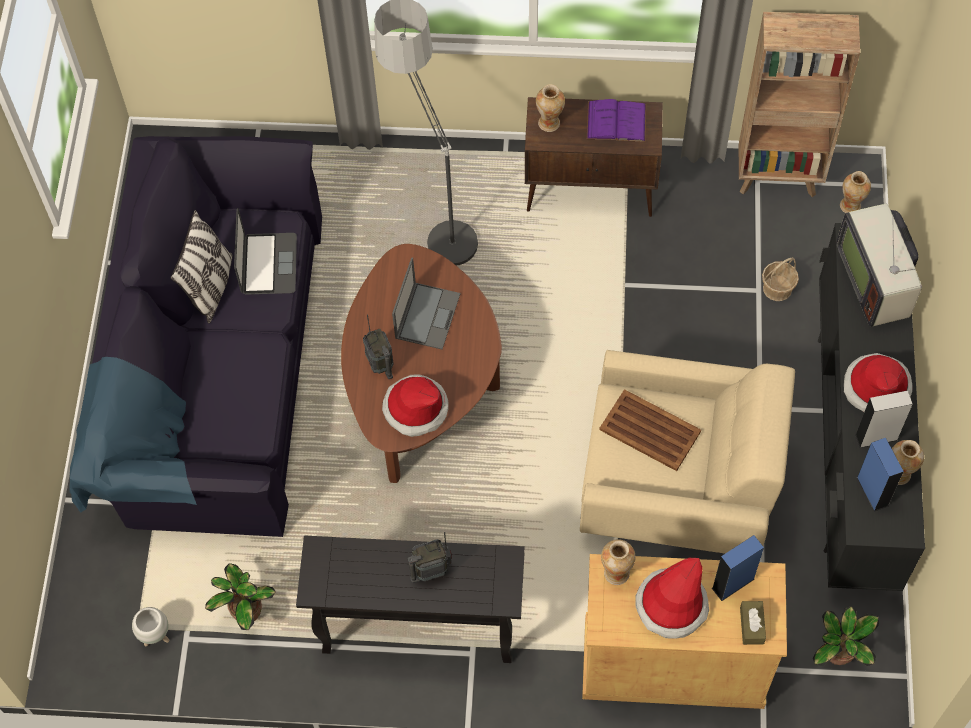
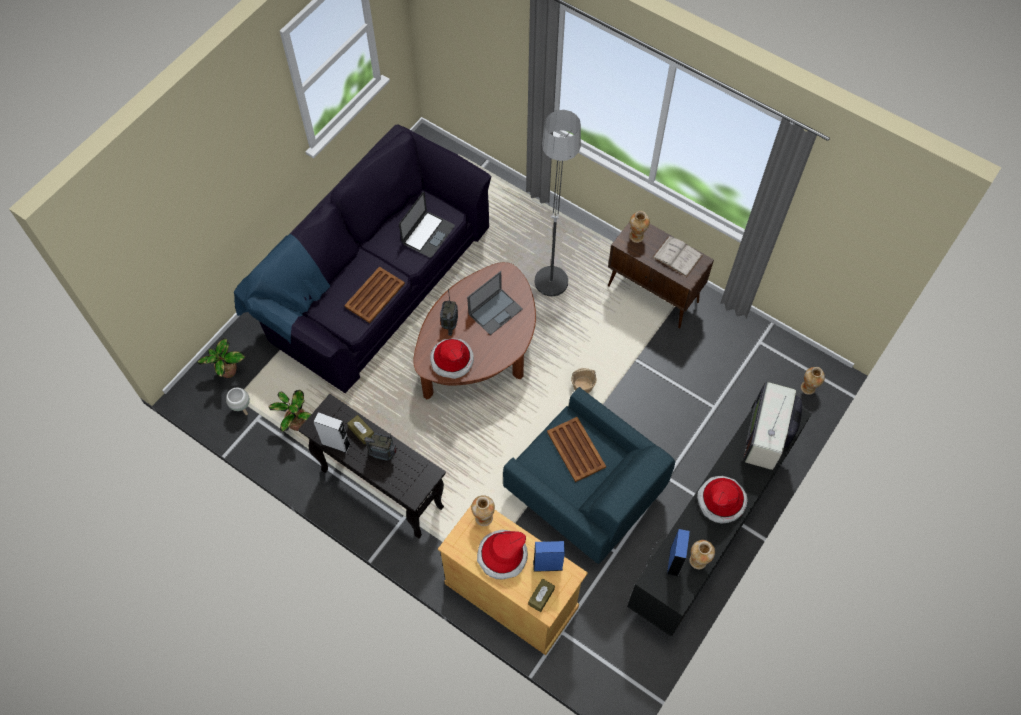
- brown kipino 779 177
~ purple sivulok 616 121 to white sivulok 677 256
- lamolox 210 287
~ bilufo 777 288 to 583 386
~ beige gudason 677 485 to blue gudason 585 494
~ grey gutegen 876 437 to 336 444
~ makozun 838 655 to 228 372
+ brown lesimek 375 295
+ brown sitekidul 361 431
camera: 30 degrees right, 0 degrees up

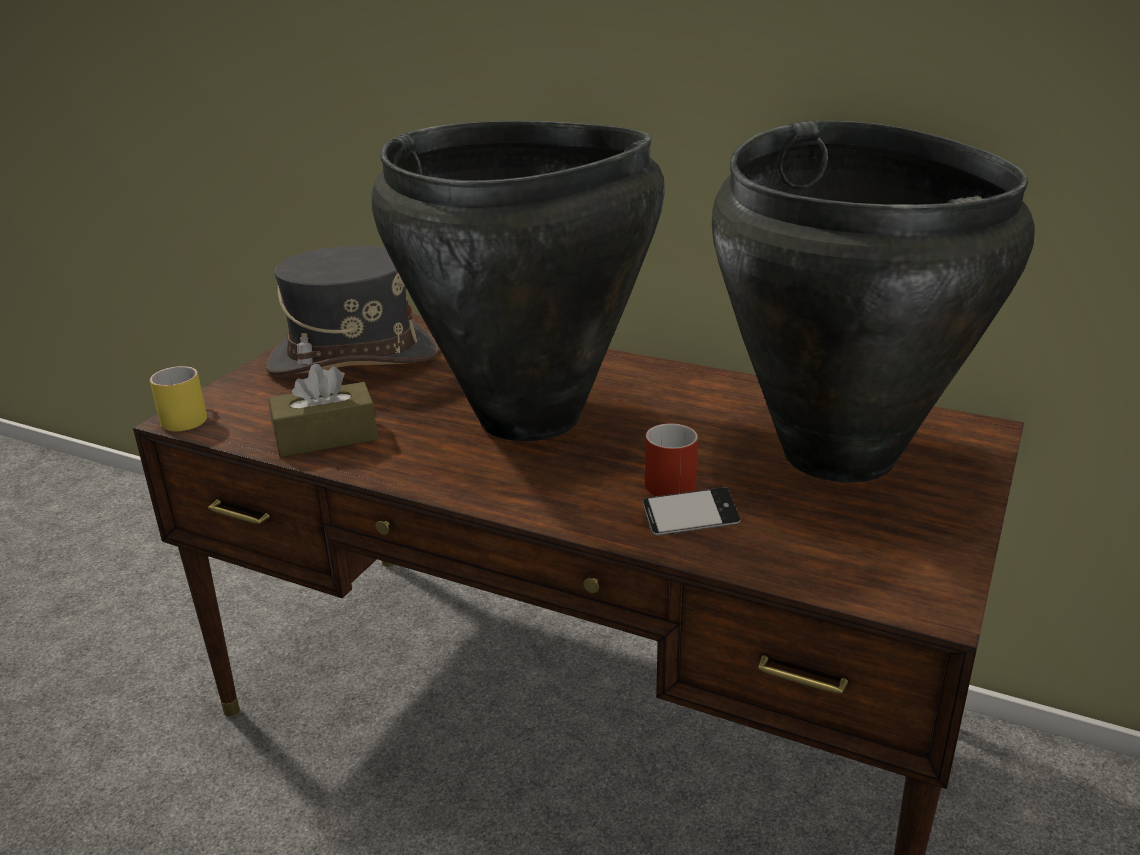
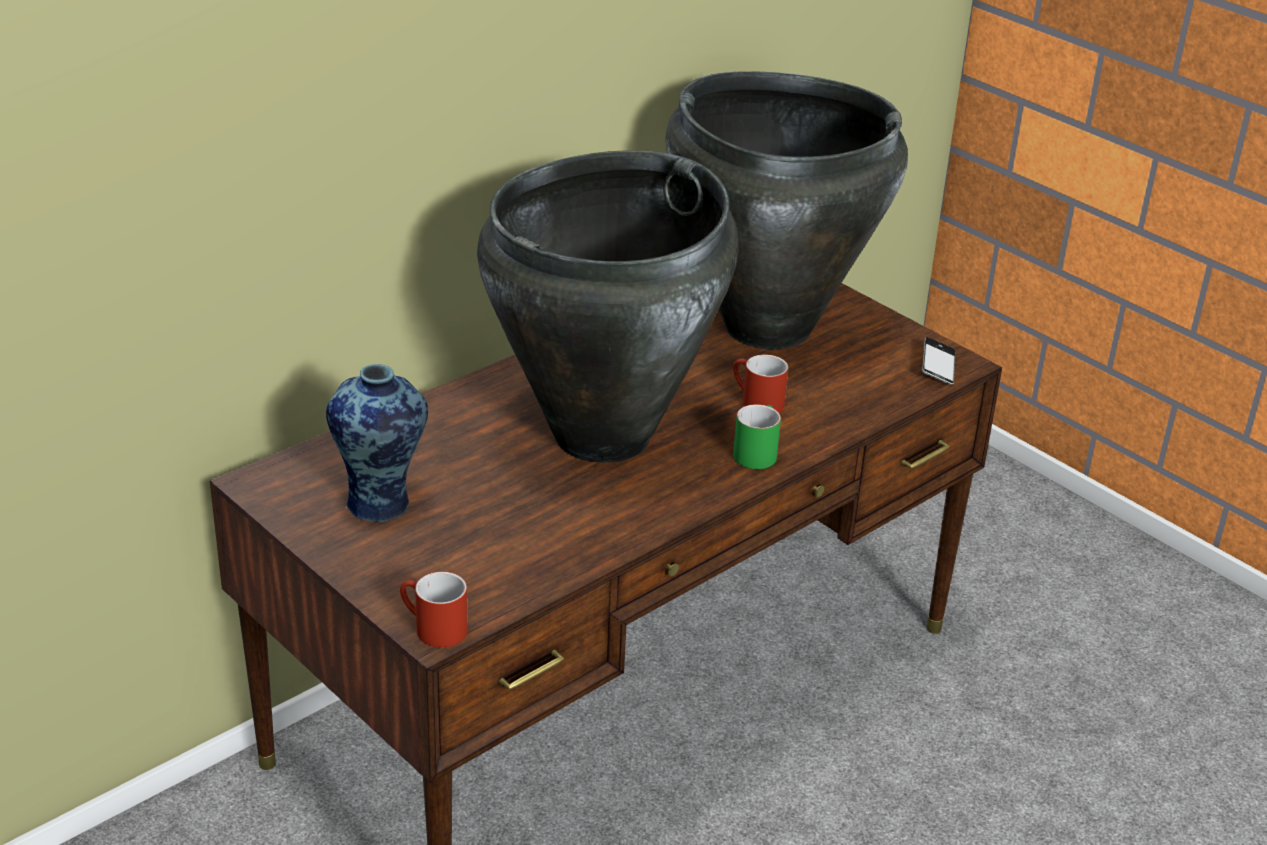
~ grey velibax 353 359 to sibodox 381 504
- brown sitekidul 326 437
~ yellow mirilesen 186 416 to red mirilesen 432 629
~ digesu 690 518 to 937 366
+ green mirilesen 756 452
camera: 70 degrees left, 5 degrees up

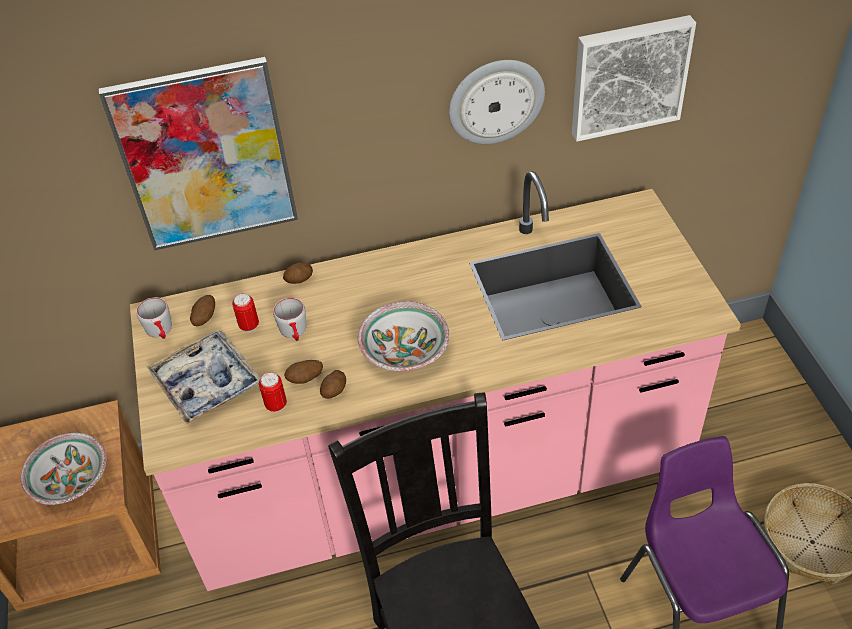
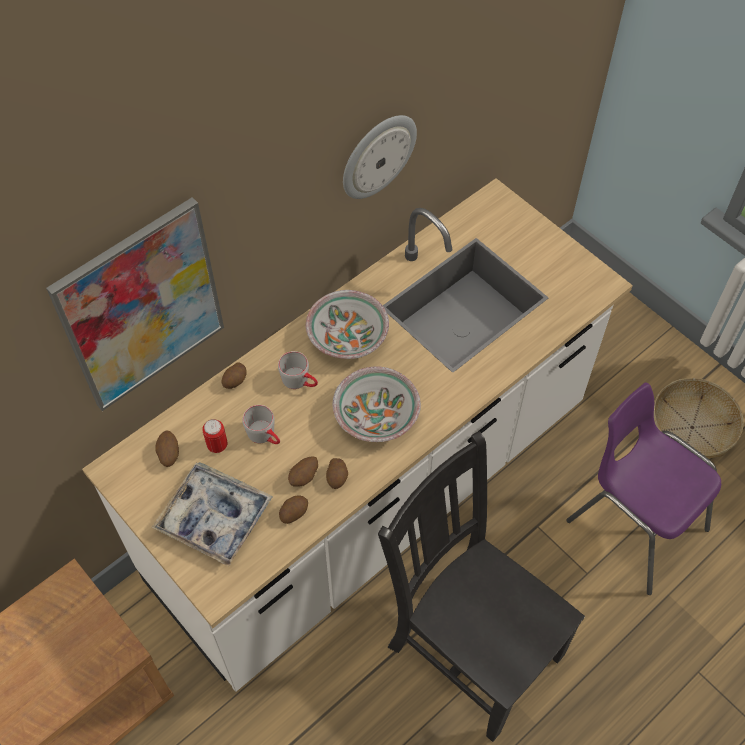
- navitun 628 76
~ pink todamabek 438 476 to white todamabek 372 495
~ grey mirilesen 161 332 to 300 381
~ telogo 276 405 to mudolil 293 512
~ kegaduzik 70 481 to 348 337
camera: 30 degrees left, 10 degrees up

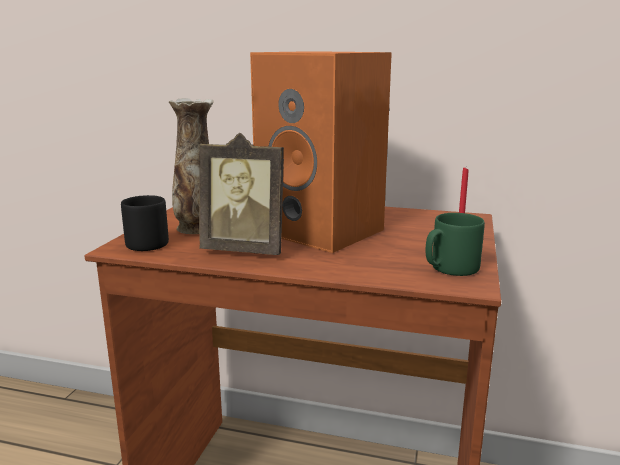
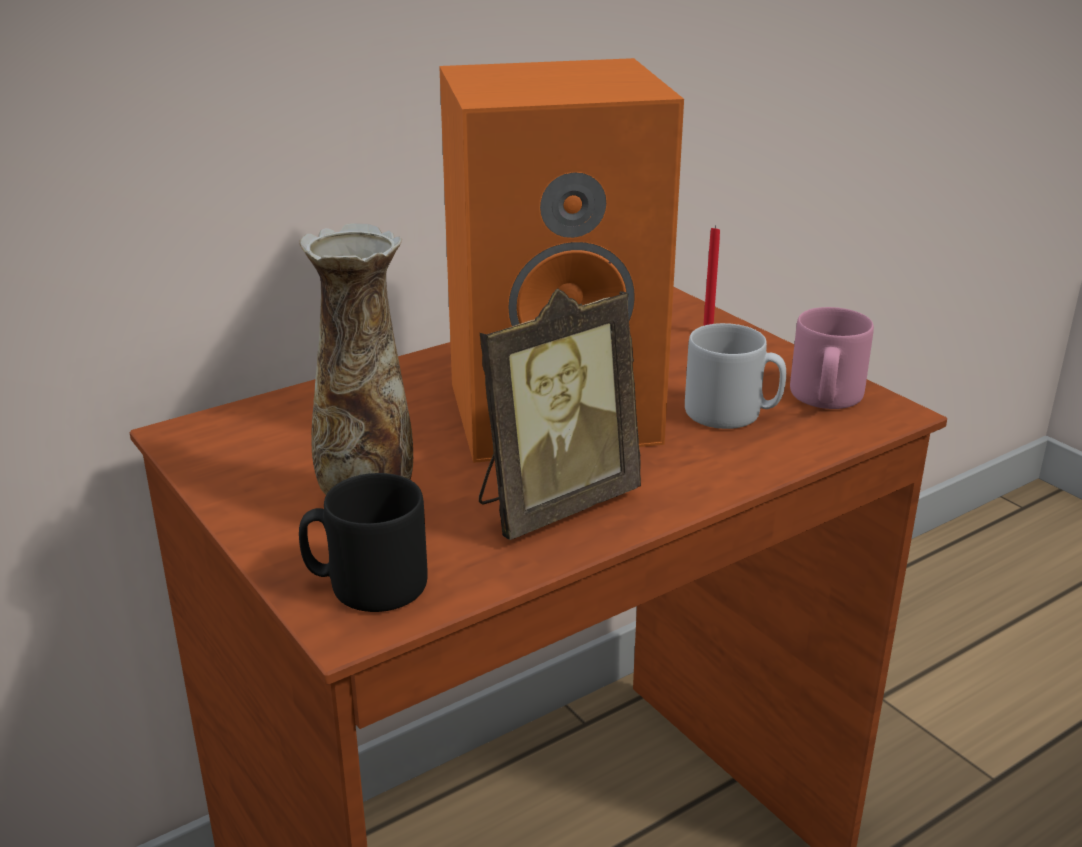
~ green mirilesen 450 268 to pink mirilesen 825 398
+ grey mirilesen 732 414
camera: 50 degrees left, 10 degrees up

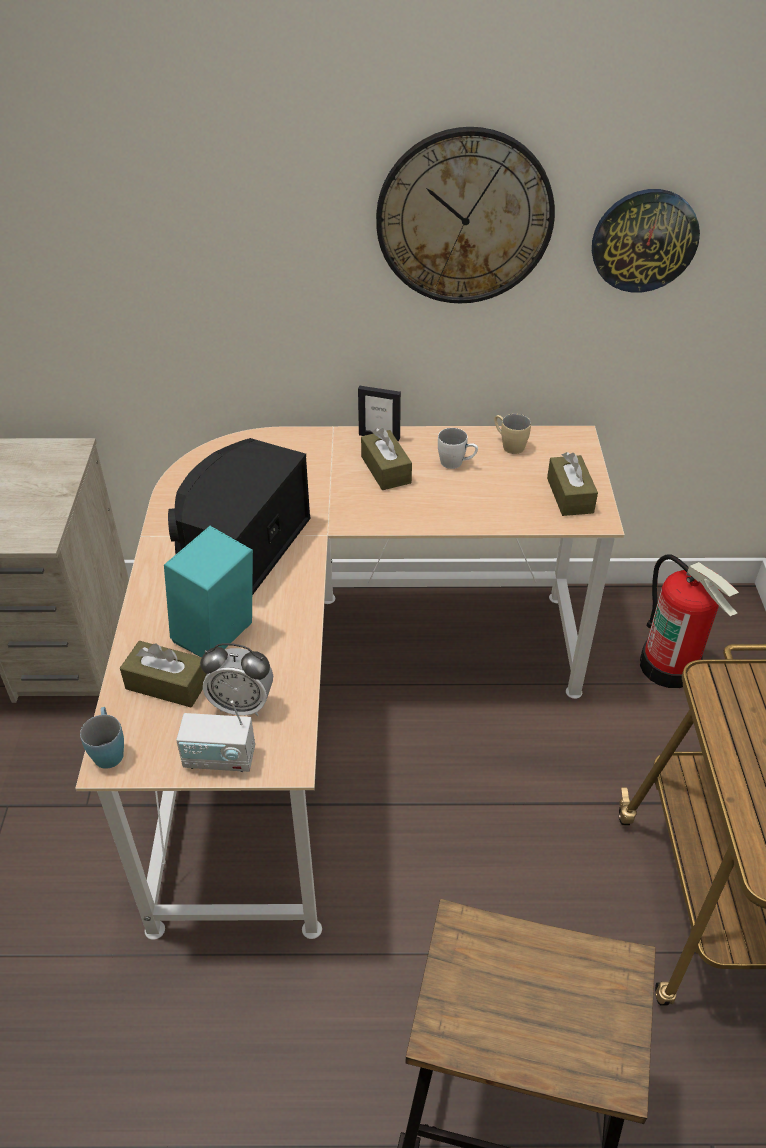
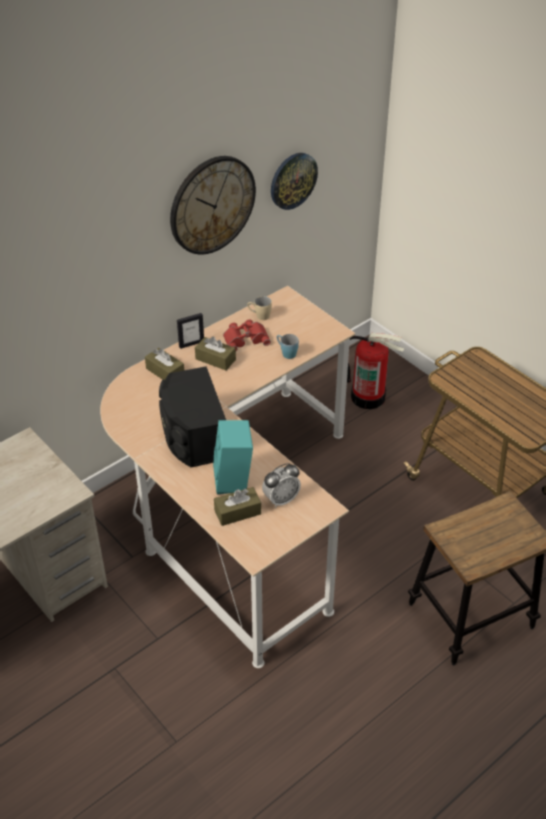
~ white mirilesen 456 463 to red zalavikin 245 338
~ brown sitekidul 570 495 to 165 372
- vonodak 219 759
~ blue mirilesen 108 750 to 286 353
camera: 40 degrees left, 0 degrees up

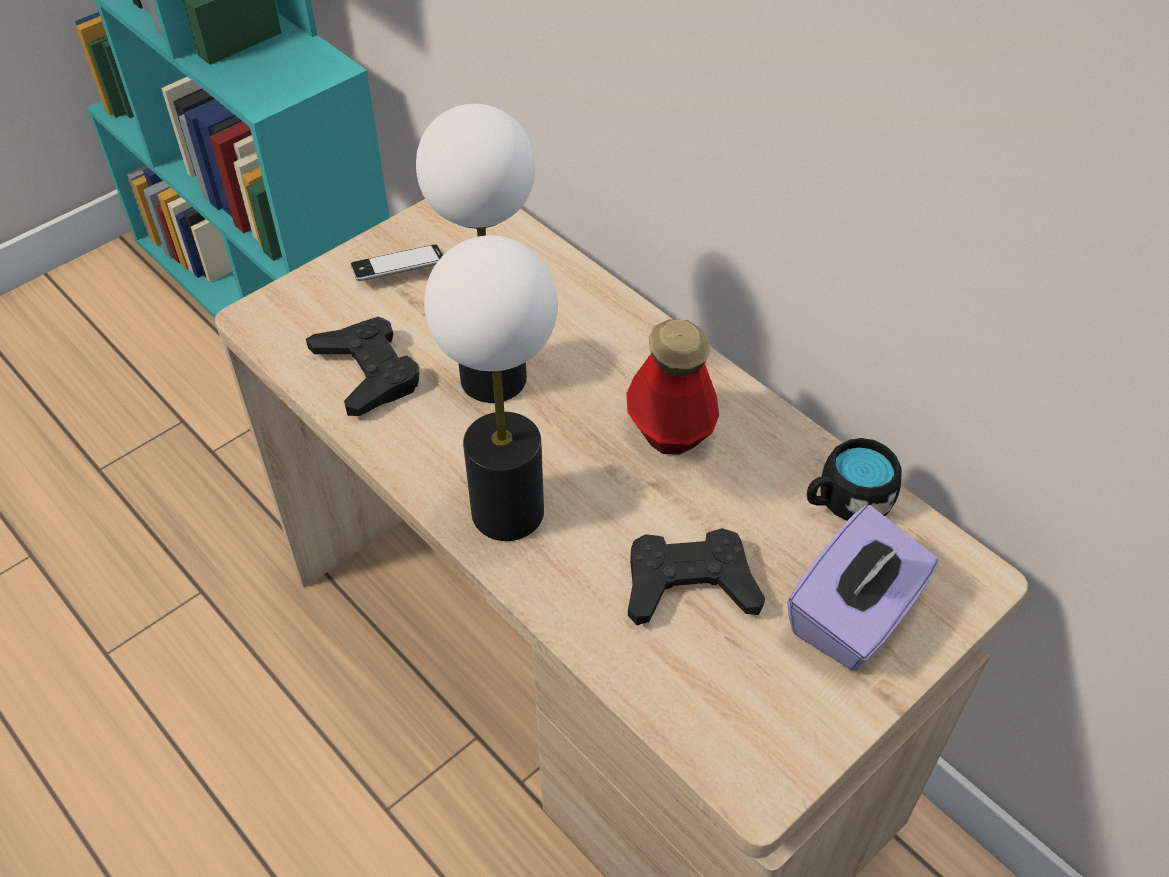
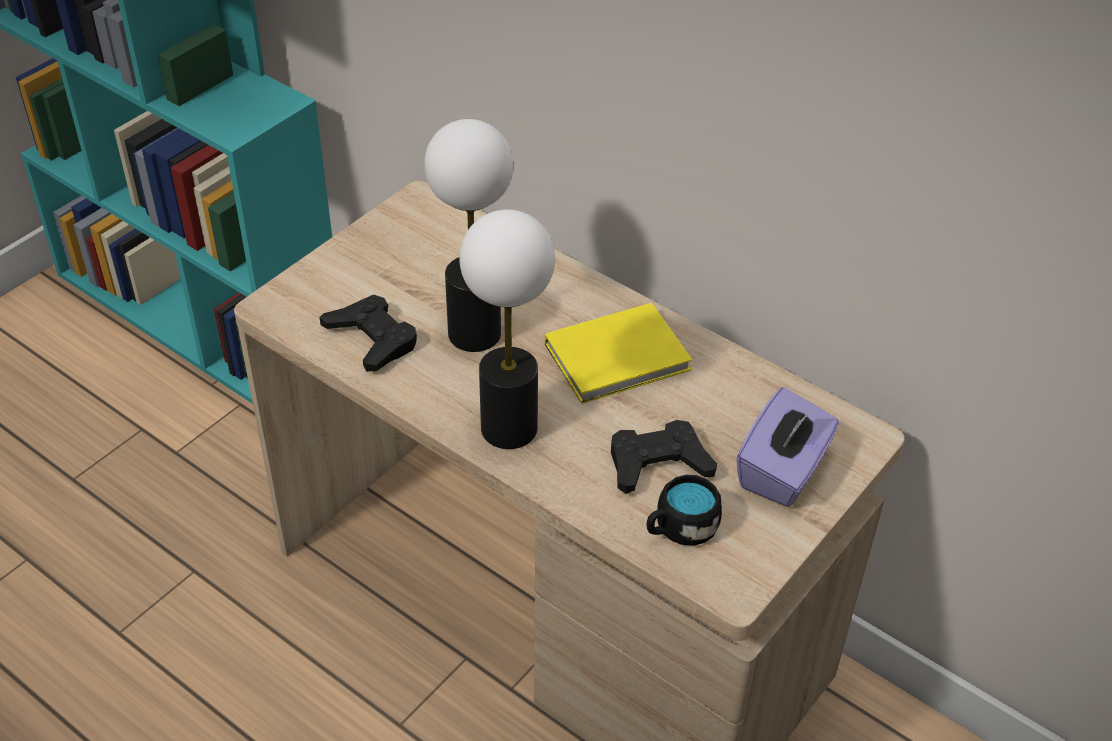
- digesu 398 269
~ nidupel 670 430 to yellow sivulok 621 357
~ black mirilesen 846 501 to 679 529
camera: 10 degrees left, 5 degrees down

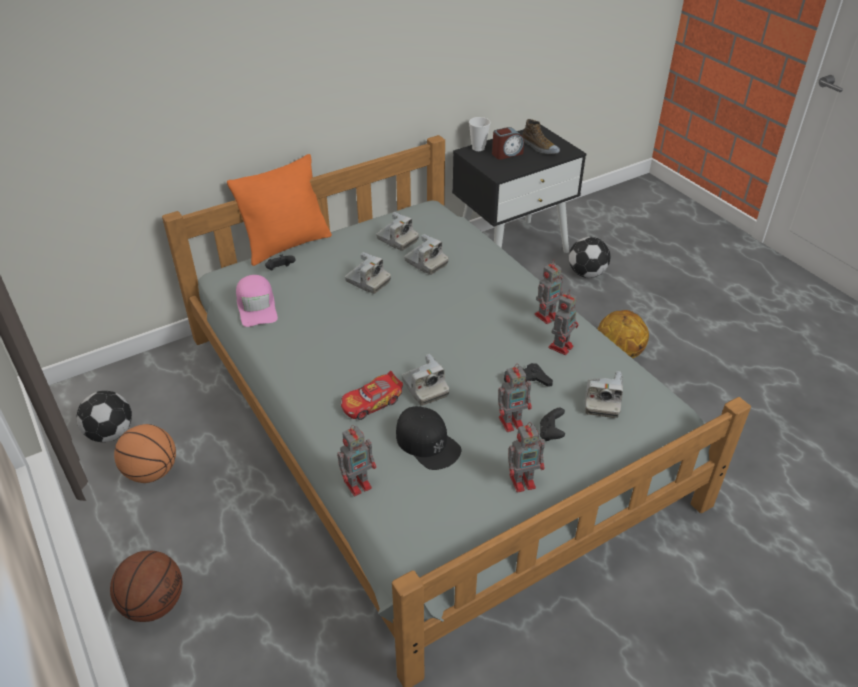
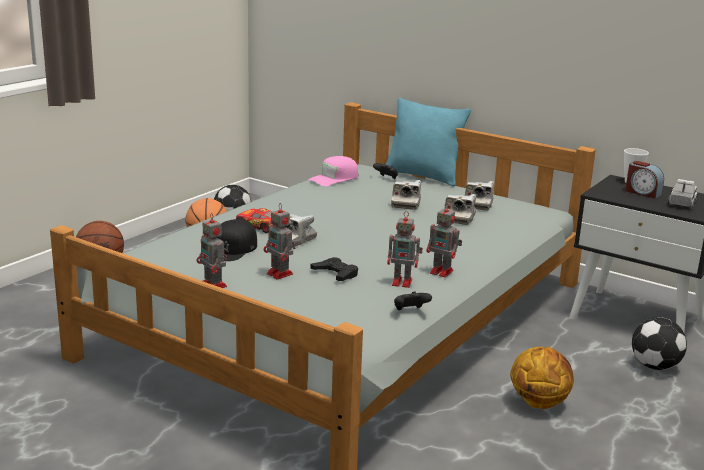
~ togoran 539 147 to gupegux 681 203
~ orange lamolox 287 245 to turquoise lamolox 423 176
- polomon 602 401
~ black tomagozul 551 433 to 410 311
- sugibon 359 483
camera: 65 degrees right, 20 degrees down

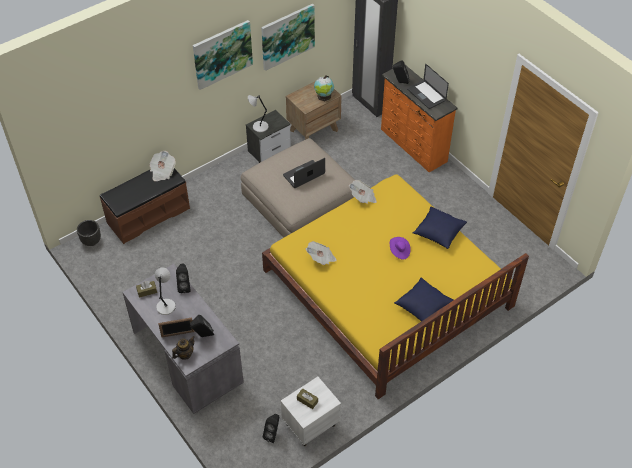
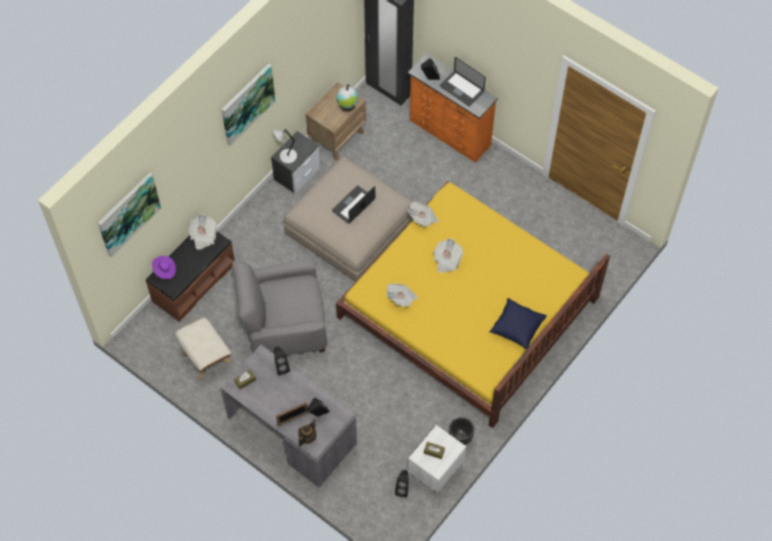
~ navitun 287 36 to 128 214
- blue lamolox 438 232
~ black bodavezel 92 241 to 461 437
~ purple velibax 399 251 to 164 270
- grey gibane 166 306
+ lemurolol 446 260
+ grey gudason 283 325
+ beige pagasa 206 357
camera: 15 degrees left, 10 degrees up

